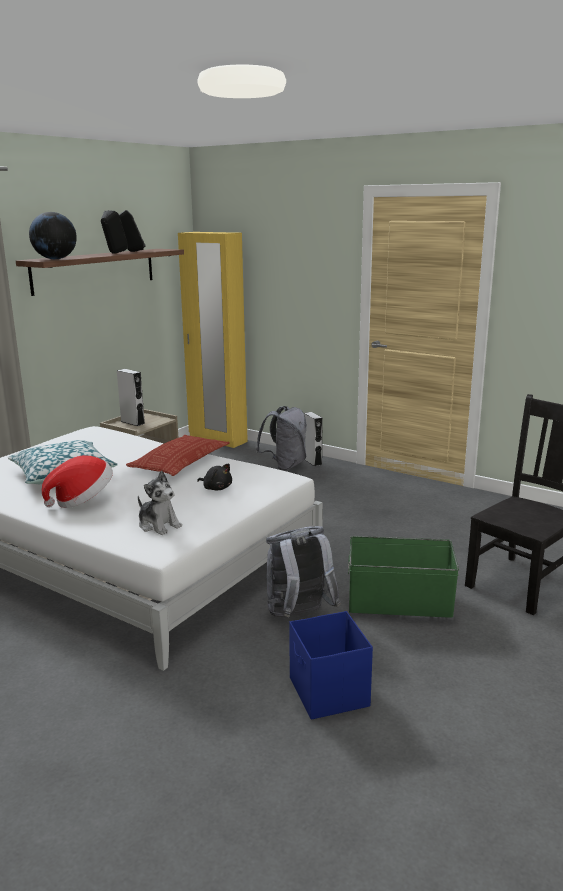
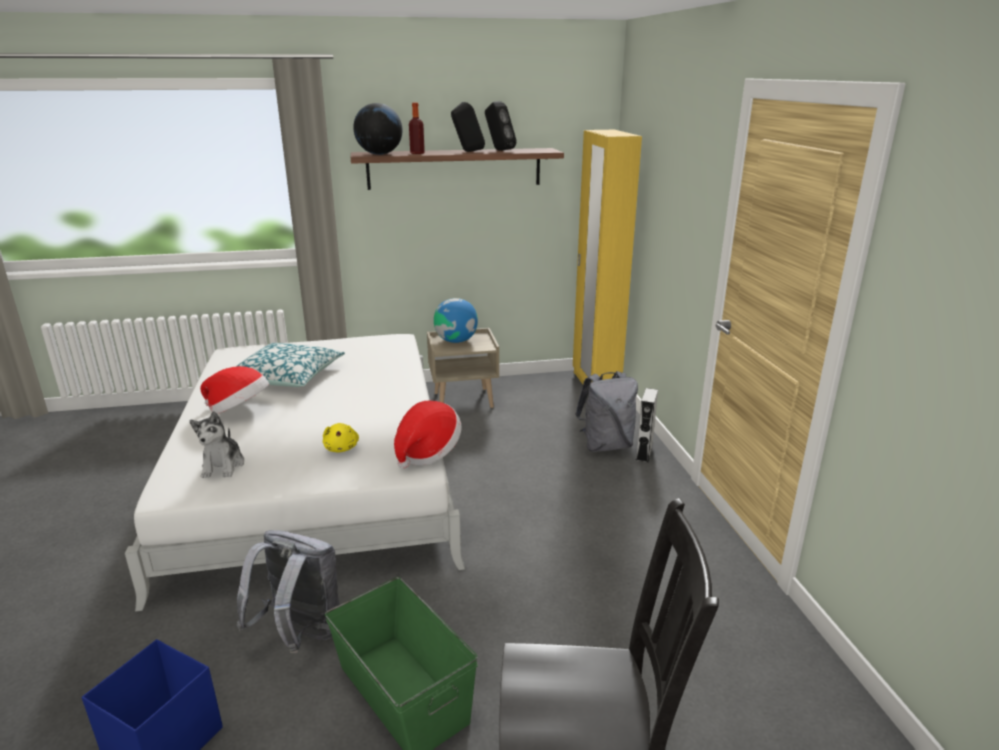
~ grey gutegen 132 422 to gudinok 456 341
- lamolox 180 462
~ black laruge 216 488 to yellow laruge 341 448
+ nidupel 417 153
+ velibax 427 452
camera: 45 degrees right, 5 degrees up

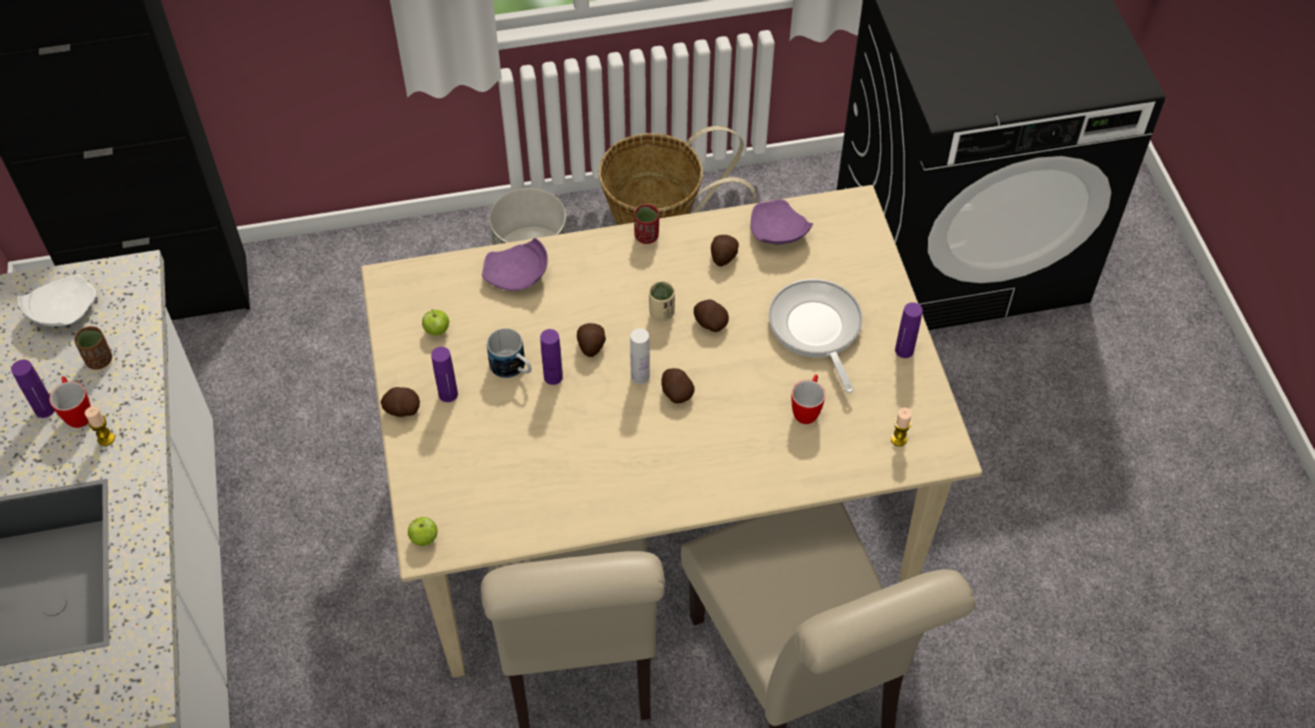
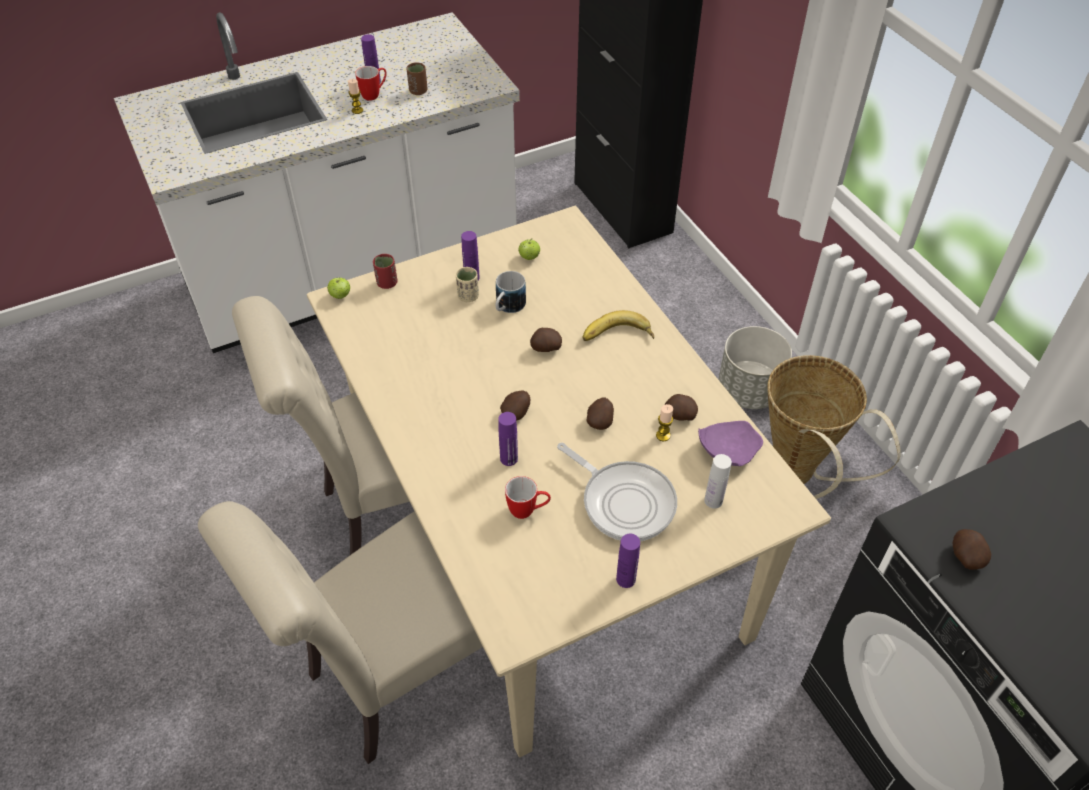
~ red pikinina 646 236 to 387 283
- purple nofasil 517 276
- white nofasil 62 310
~ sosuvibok 816 329 = 624 501 75 degrees clockwise
~ beige pikinina 661 313 to 468 296
~ white nidupel 640 376 to 713 500
~ purple nidupel 553 377 to 509 458
~ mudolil 401 410 to 965 556
~ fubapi 898 439 to 663 435
+ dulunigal 617 336
camera: 75 degrees right, 5 degrees down

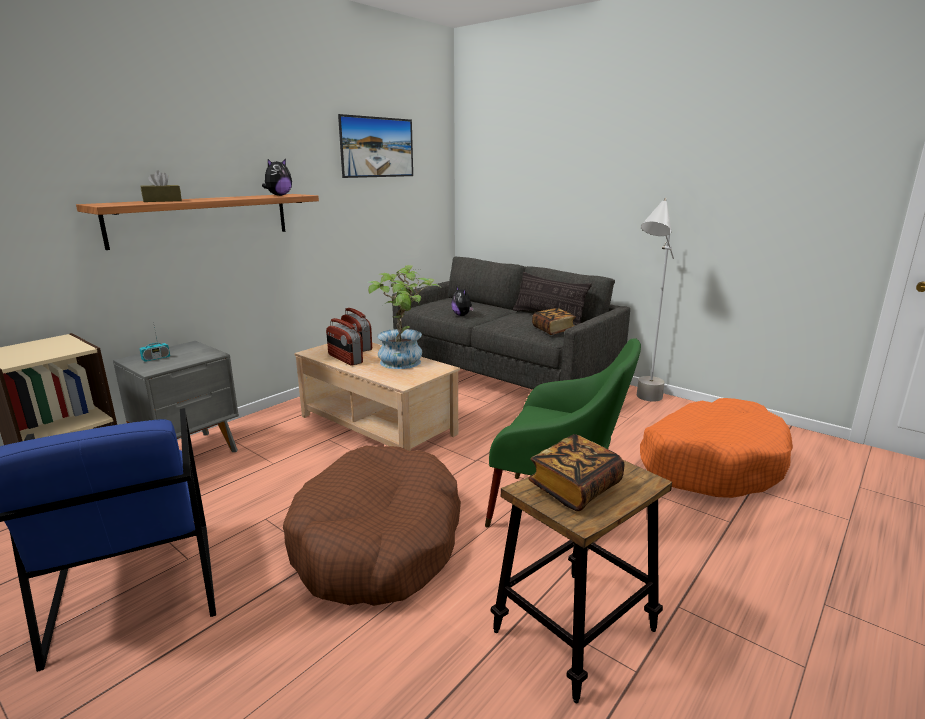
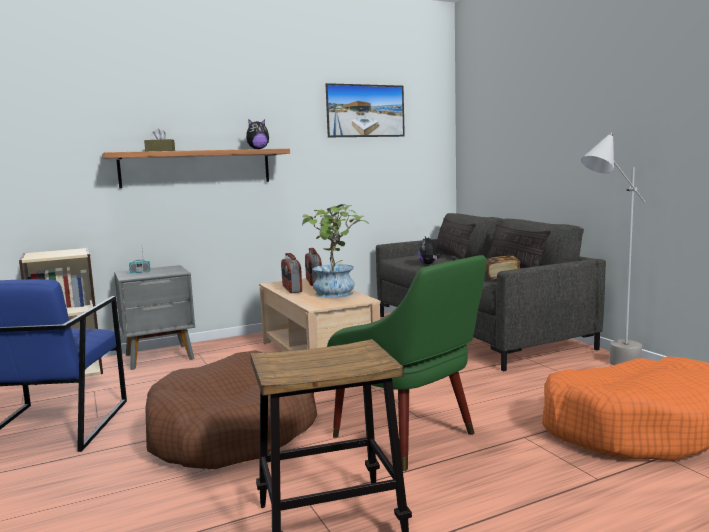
- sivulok 575 488
+ lamolox 452 256
camera: 25 degrees right, 10 degrees down

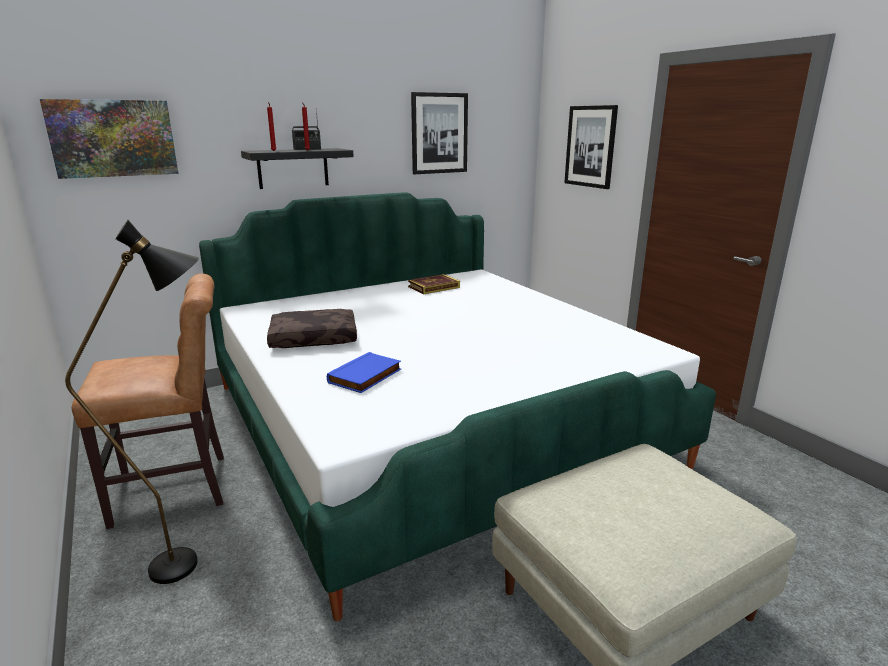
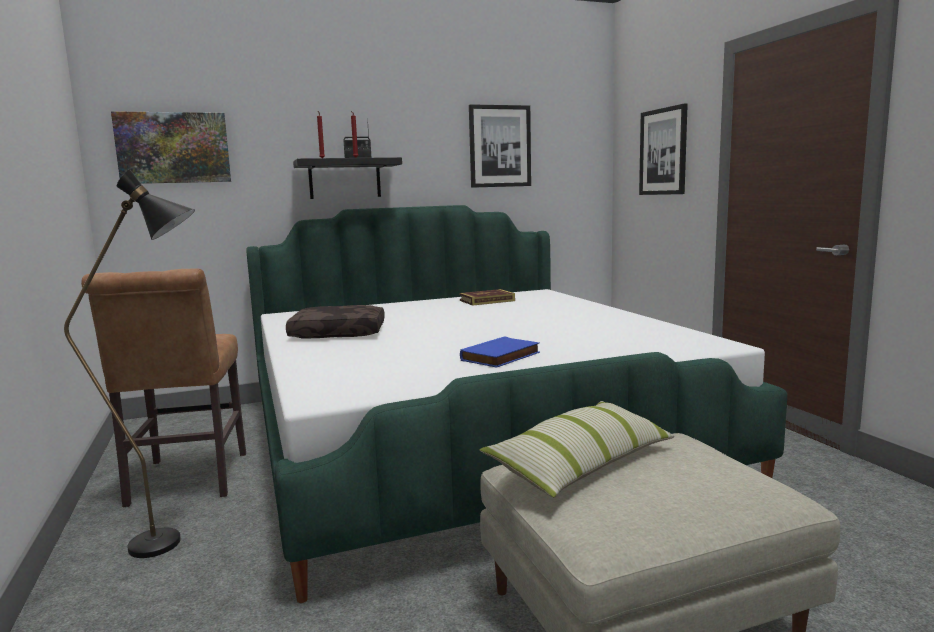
~ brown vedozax 178 488 = 186 482 90 degrees clockwise
~ blue sivulok 366 376 to 501 357
+ lamolox 581 464
camera: 10 degrees right, 10 degrees down

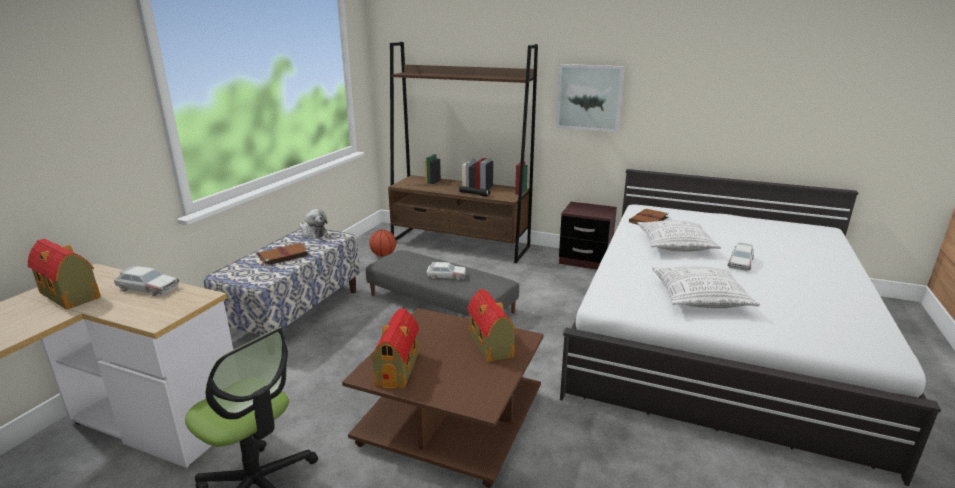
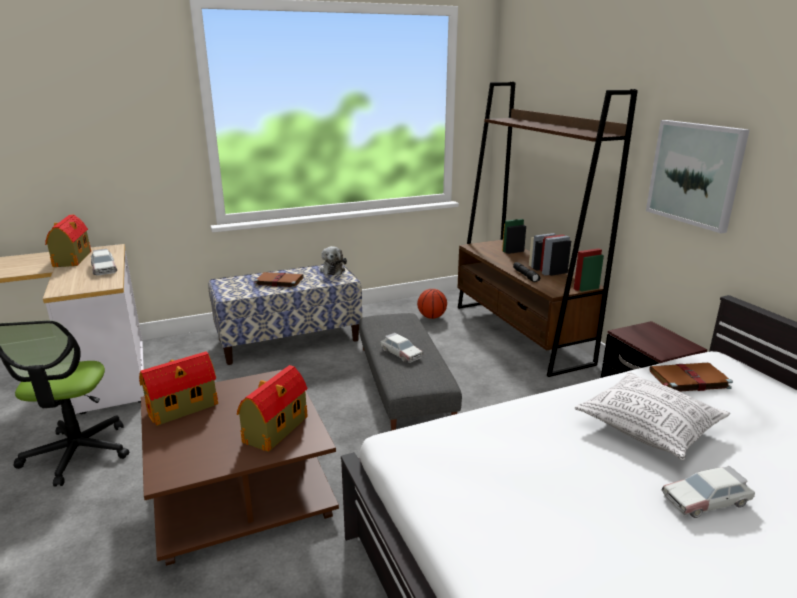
- lamolox 700 298
camera: 45 degrees right, 0 degrees up

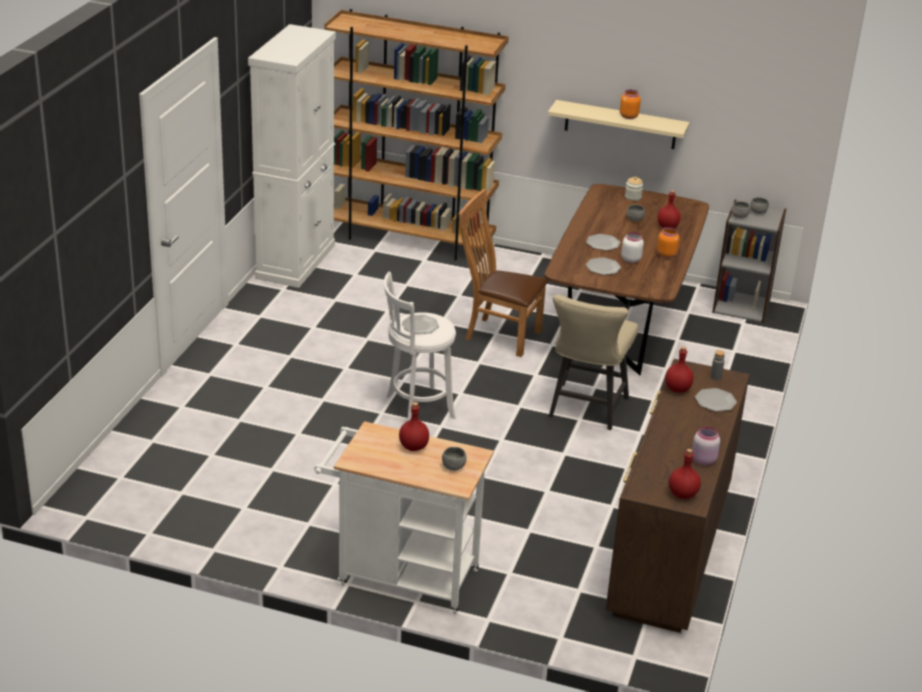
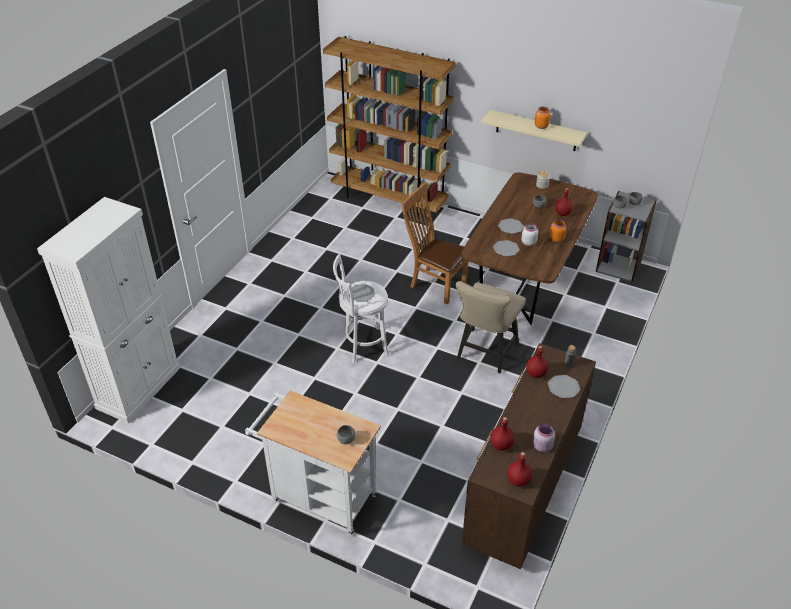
~ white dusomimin 296 261 to 139 387
~ red nidupel 413 447 to 501 445
camera: 10 degrees right, 10 degrees up

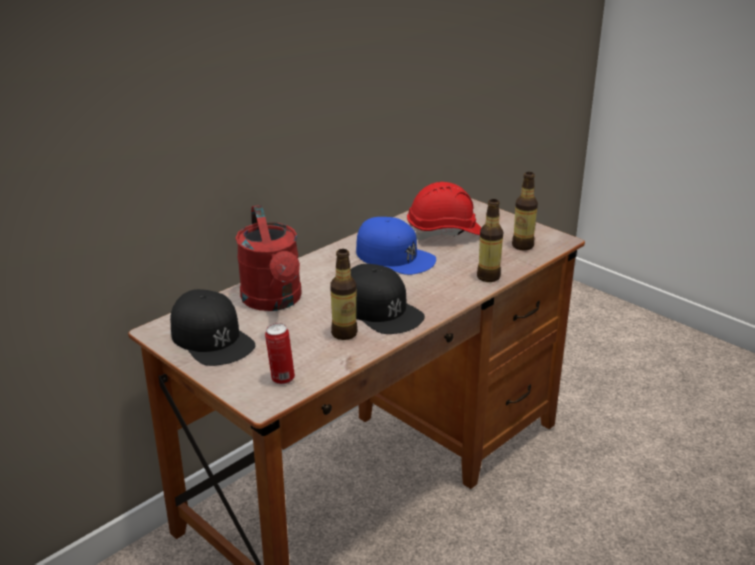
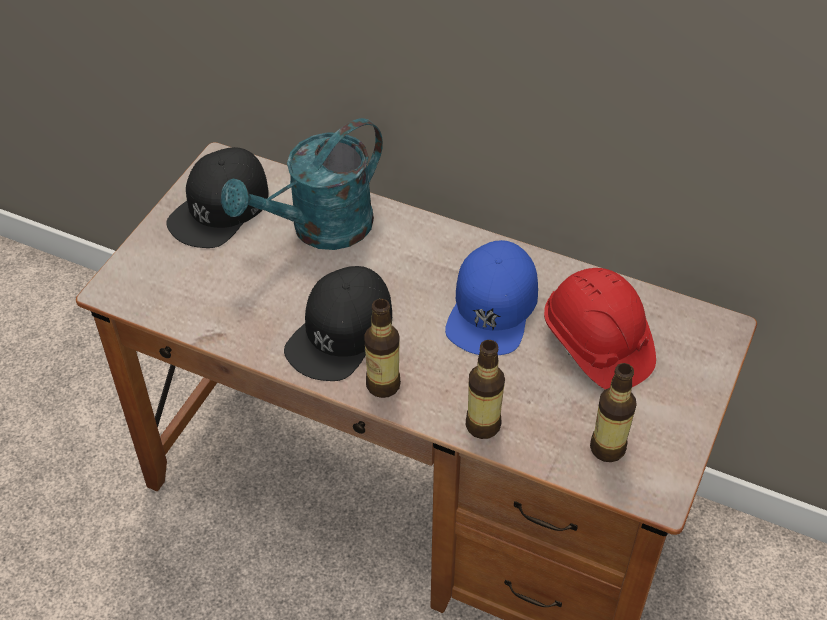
~ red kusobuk 274 301 to turquoise kusobuk 319 230
~ nidupel 344 333 to 383 385
- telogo 281 379
camera: 70 degrees right, 20 degrees up

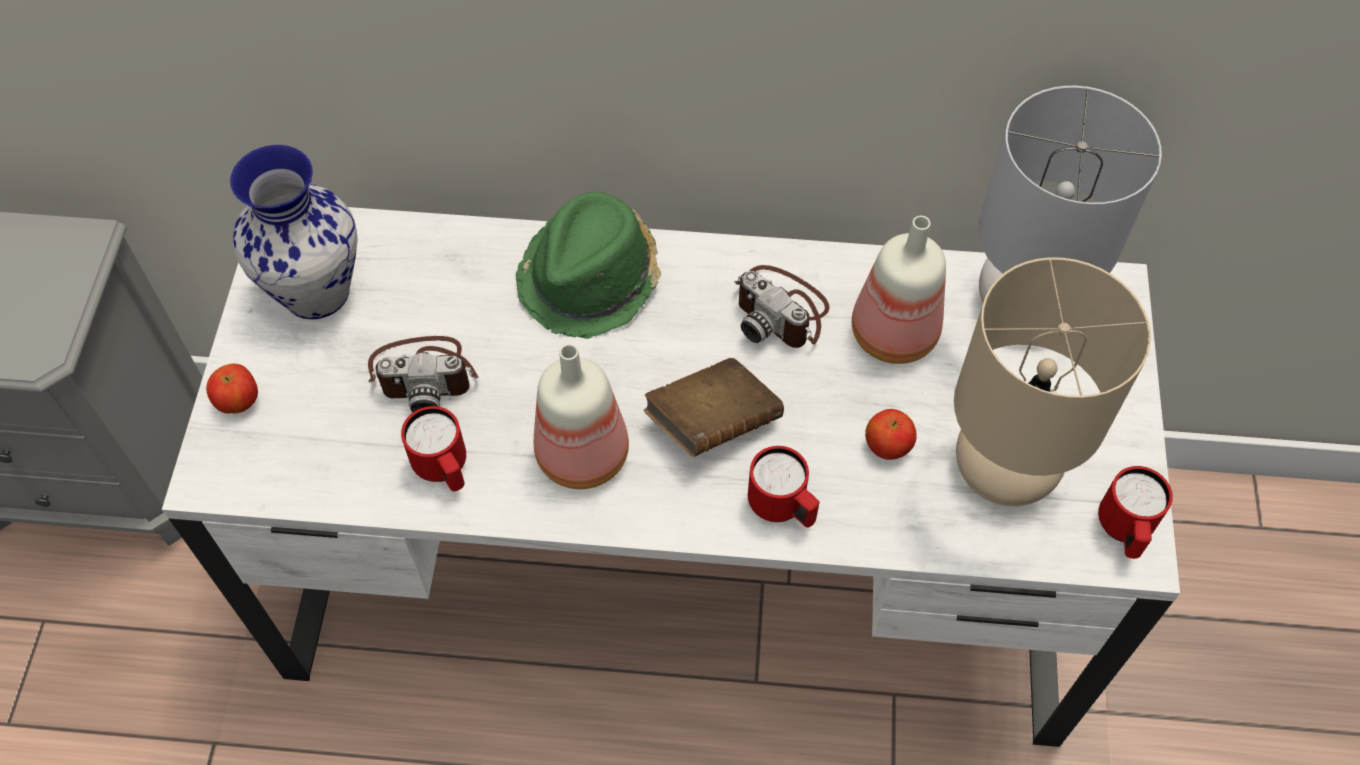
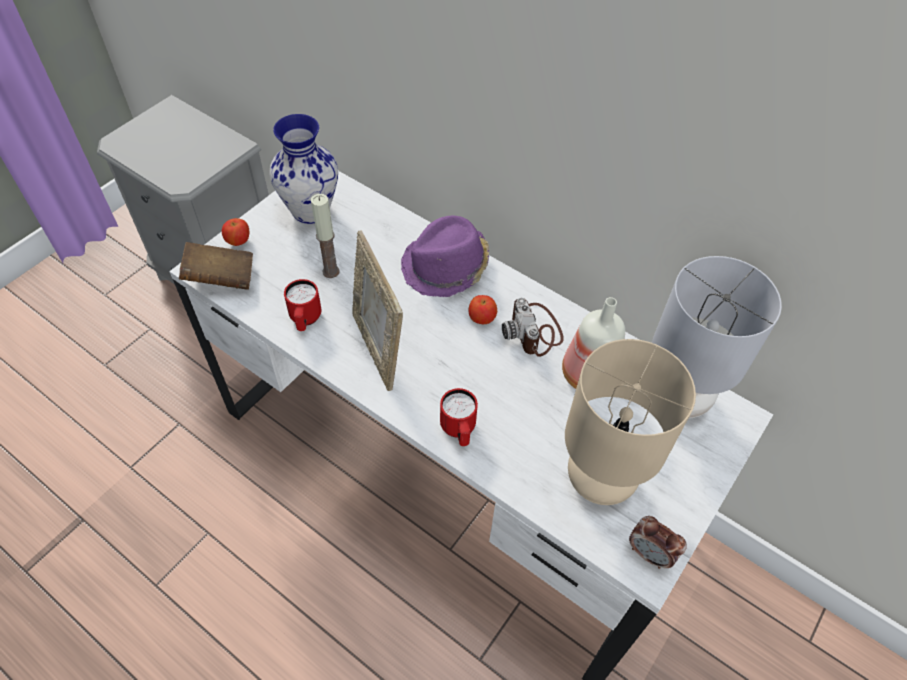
~ green velibax 591 278 to purple velibax 446 267
~ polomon 424 374 to fubapi 330 271
~ nidupel 585 453 to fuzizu 378 348
~ brown sivulok 712 422 to 221 278
~ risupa 887 446 to 482 319
~ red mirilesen 1124 531 to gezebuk 649 554
camera: 30 degrees right, 5 degrees down

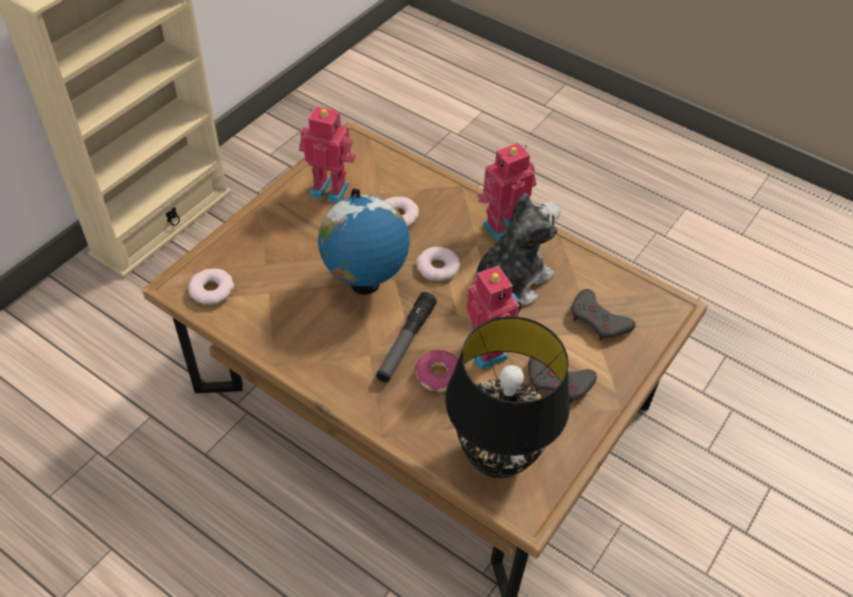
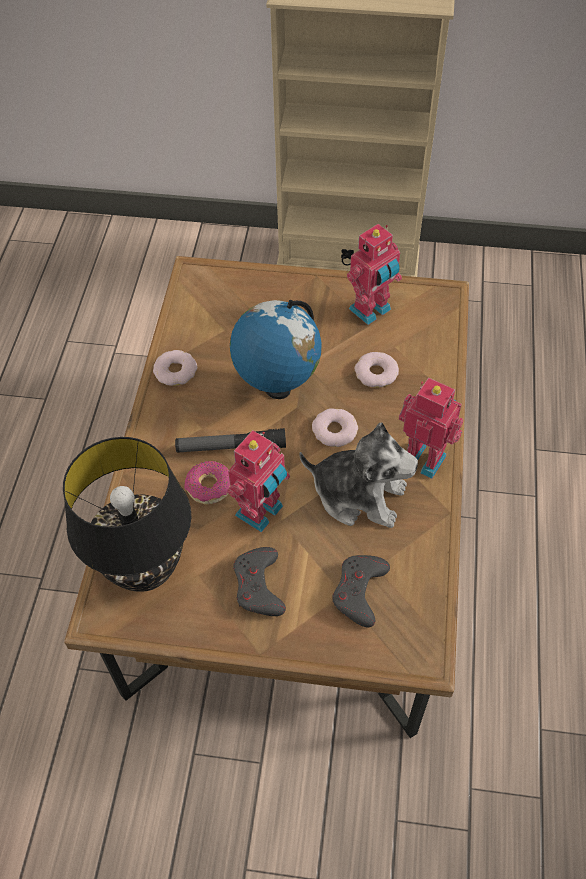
~ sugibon 330 188 = 371 311 60 degrees clockwise
~ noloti 212 289 to 175 371
camera: 65 degrees right, 5 degrees up

